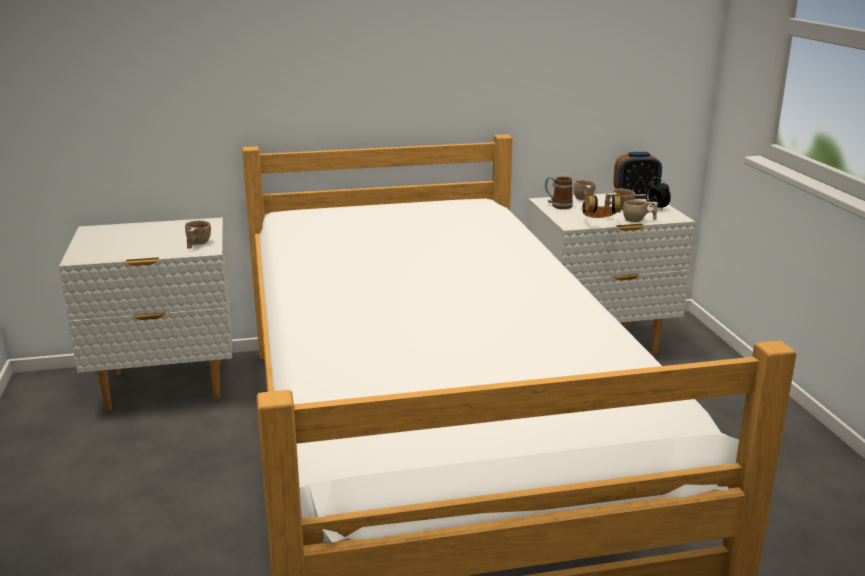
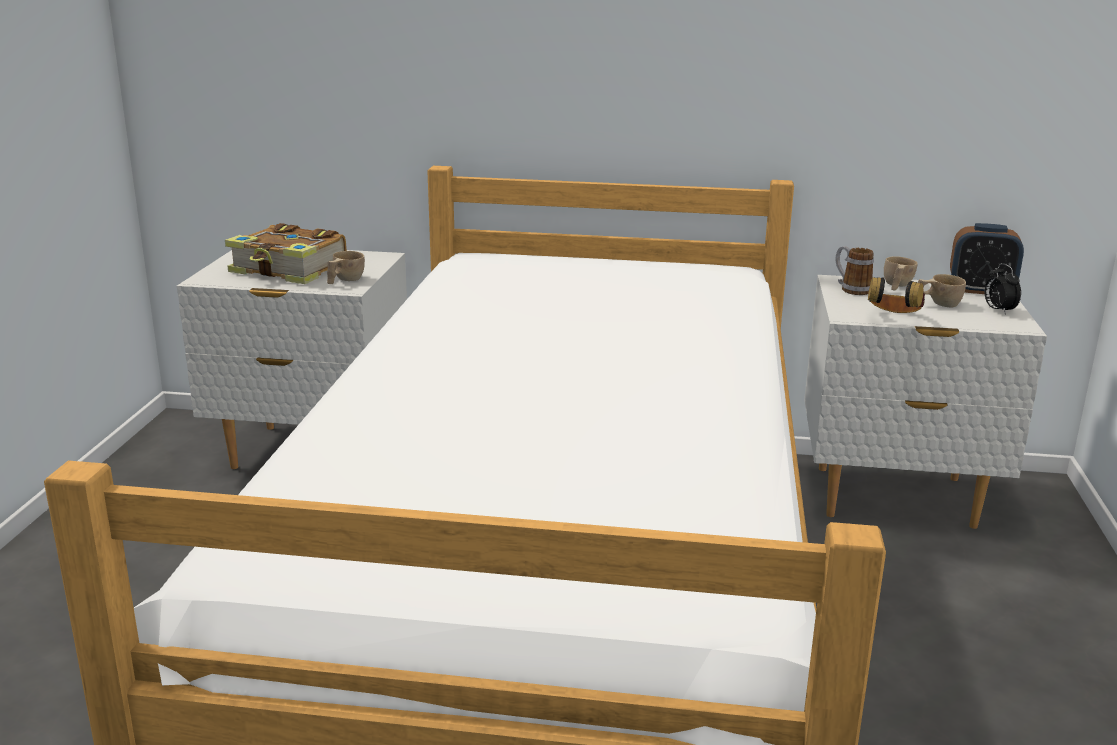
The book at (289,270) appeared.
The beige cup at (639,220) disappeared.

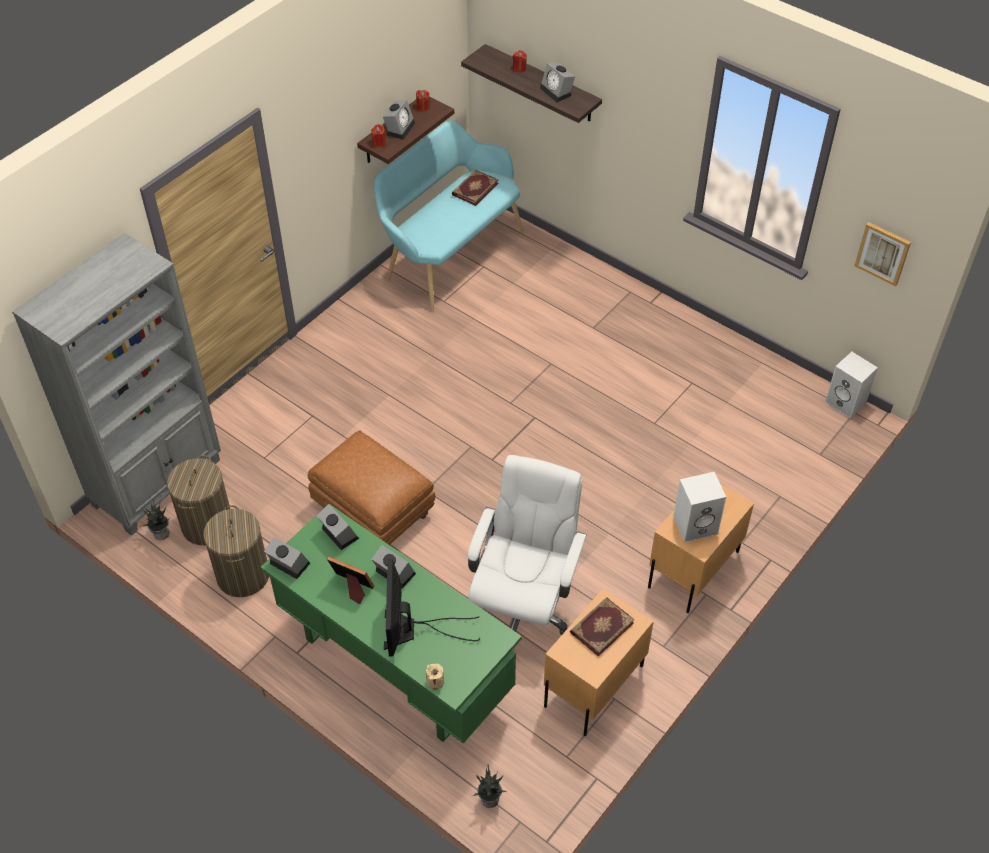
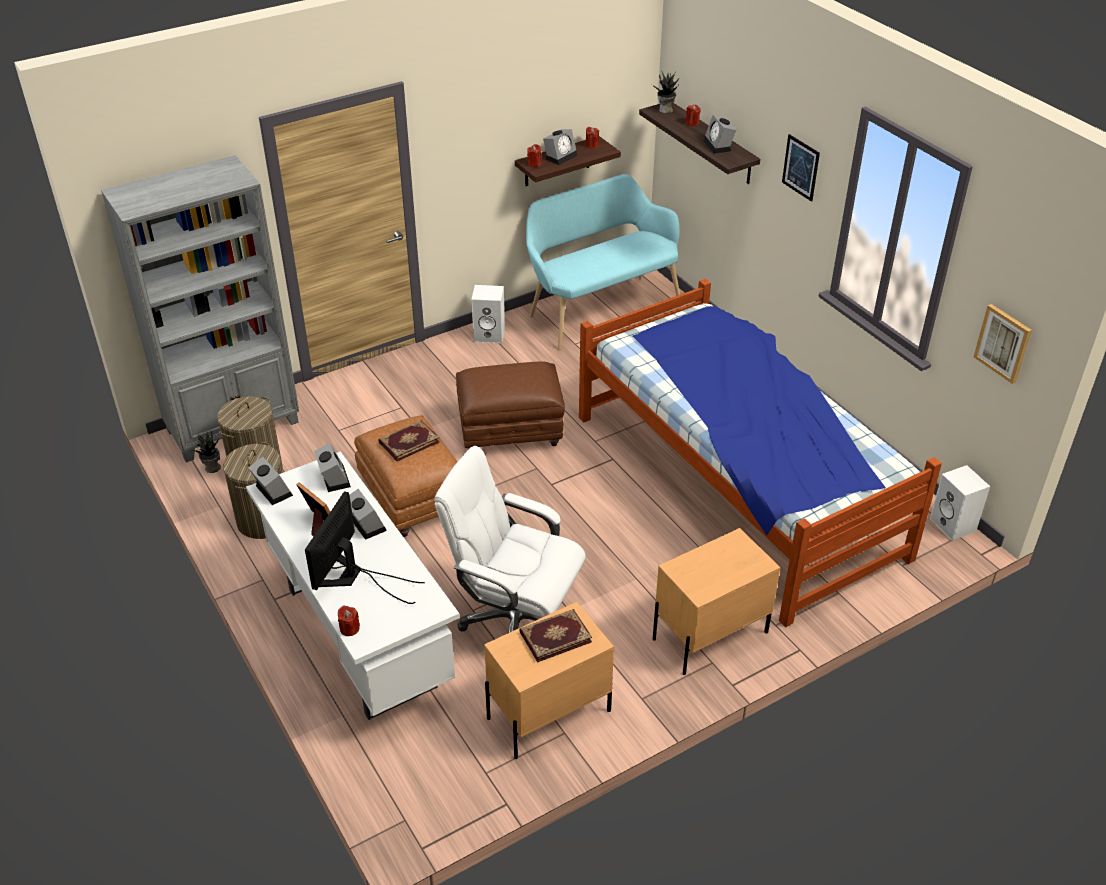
The green desk at (394,666) became the white desk at (359,637).
The beige candle at (435,681) became the red candle at (349,629).
The book moved from (474,189) to (408,442).
The white office chair at (523,605) turned 105 degrees counterclockwise.
The brown ottoman at (511,431) appeared.
The white speaker moved from (696,524) to (490,334).
The bed at (737,484) appeared.
The potted plant moved from (489,800) to (665,110).
The picture at (800,167) appeared.

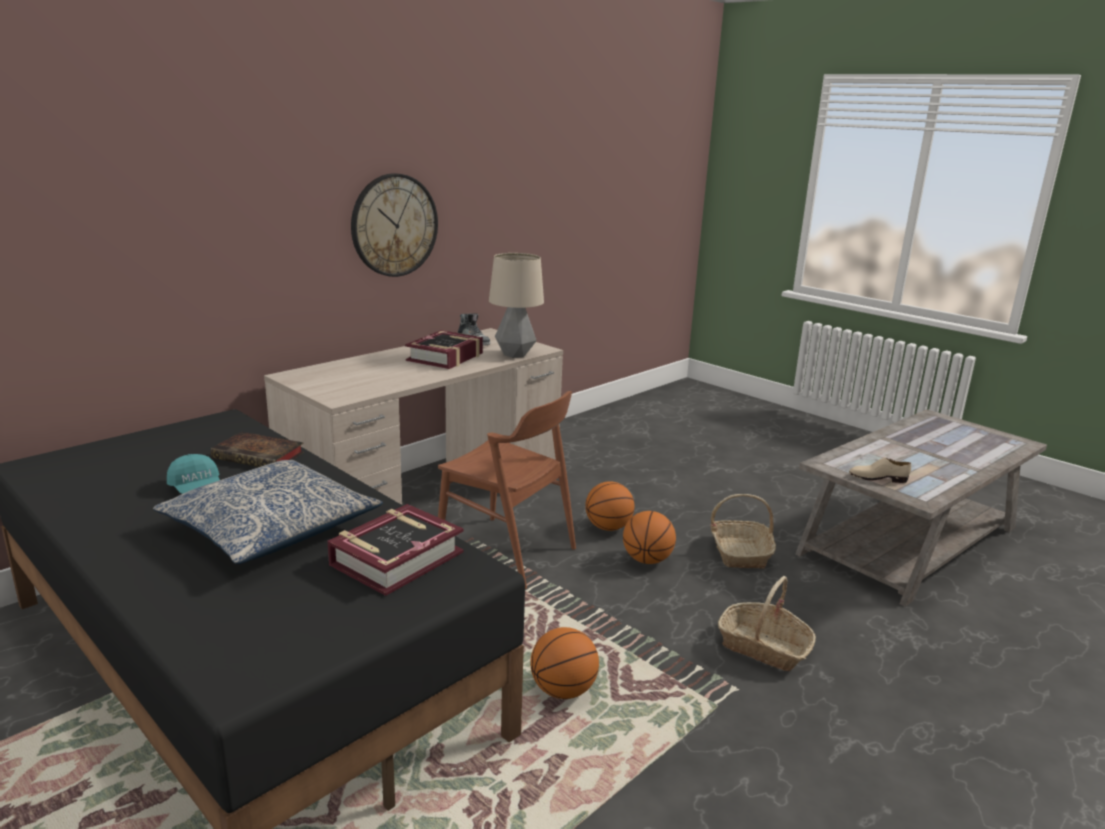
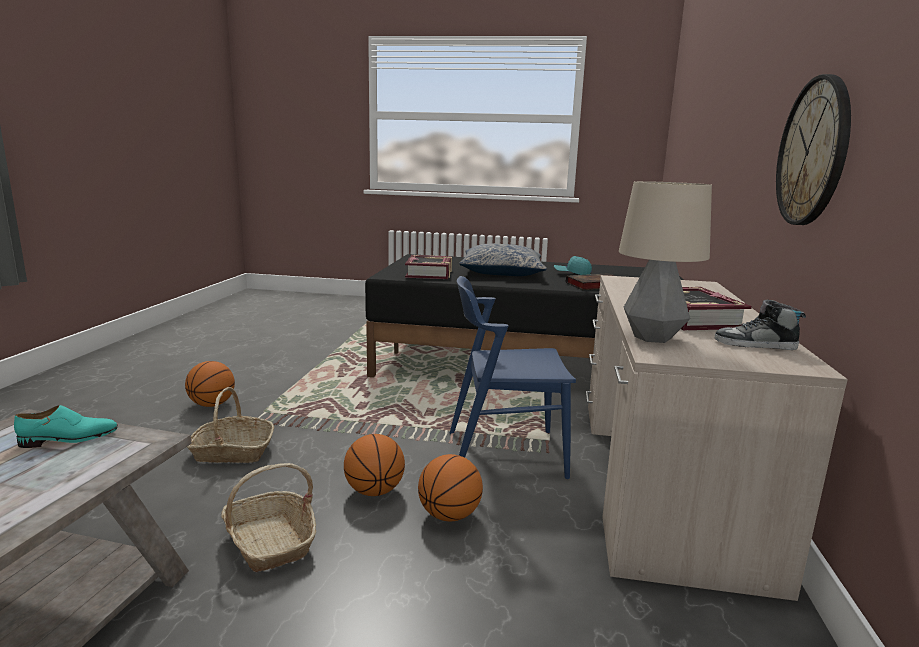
The beige shoe at (877,478) became the turquoise shoe at (69,439).
The basketball moved from (563,690) to (212,404).
The brown chair at (507,551) became the blue chair at (504,453).

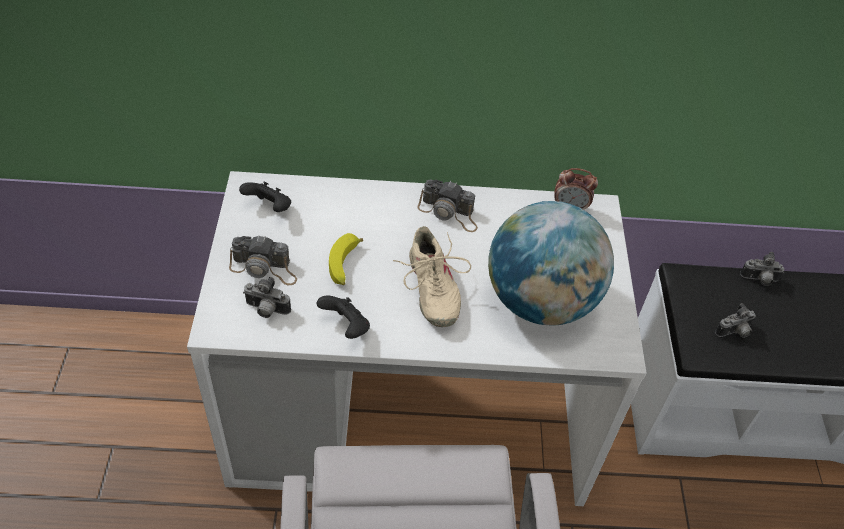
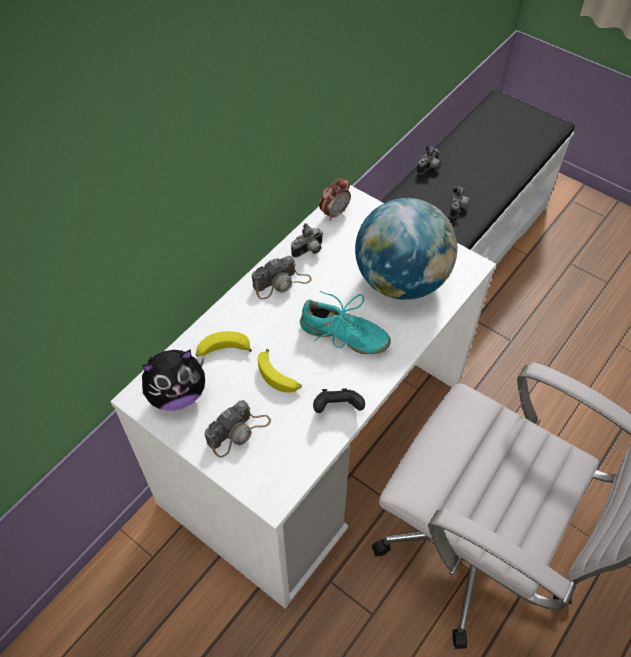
The black game controller at (269,208) was replaced by the plush toy at (177,394).
The banana at (222,351) appeared.
The photo camera moved from (266,310) to (309,251).
The beige shoe at (431,289) became the turquoise shoe at (343,336).

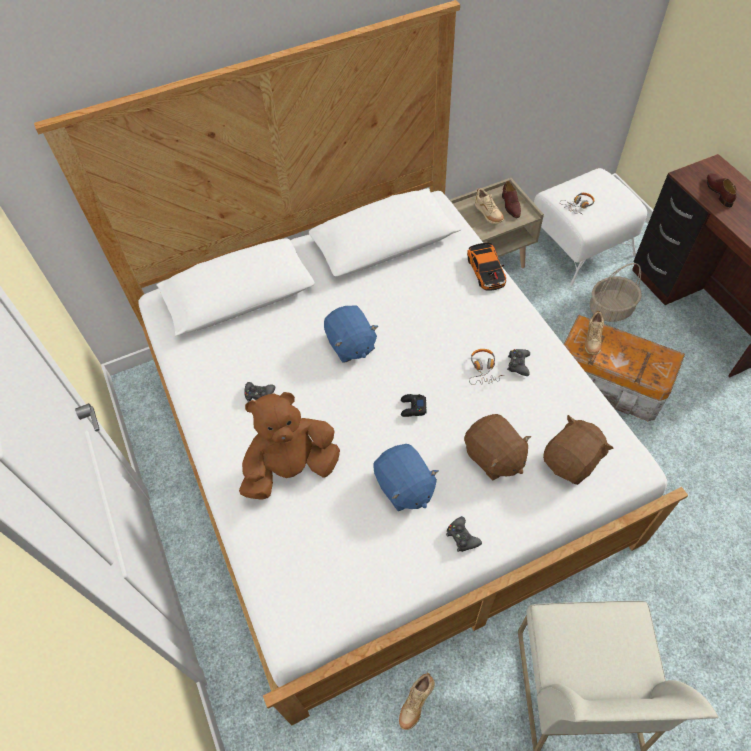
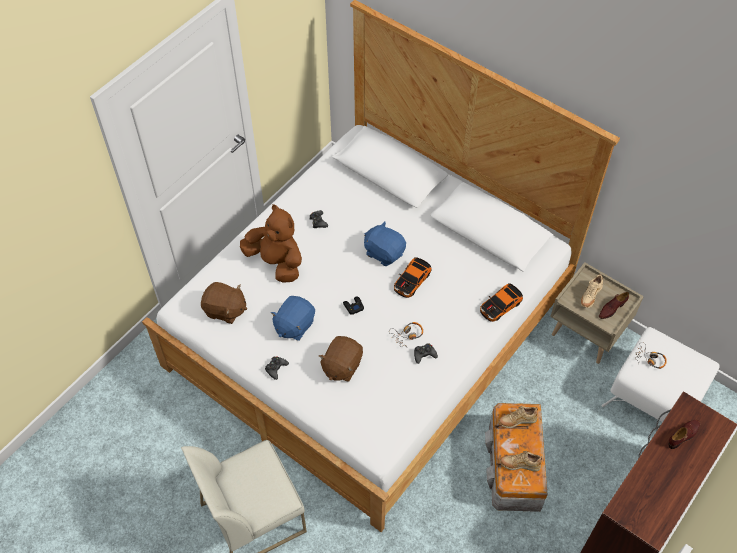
The brown plush toy moved from (572,461) to (225,310).
The blue plush toy at (350,345) turned 90 degrees clockwise.
The toy car at (412,280) appeared.
The beige shoe moved from (416,703) to (519,465).
The basket at (610,309) disappeared.

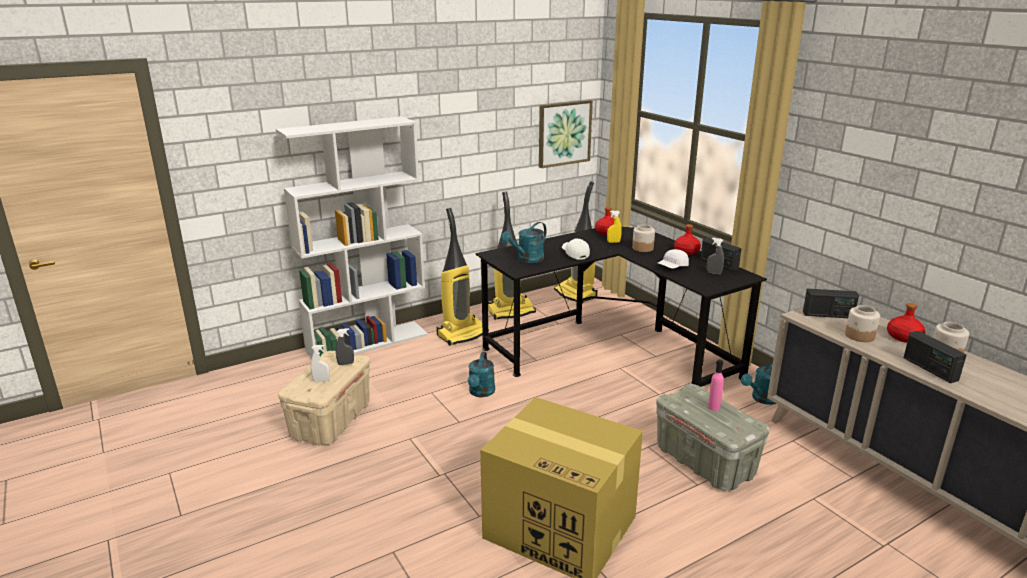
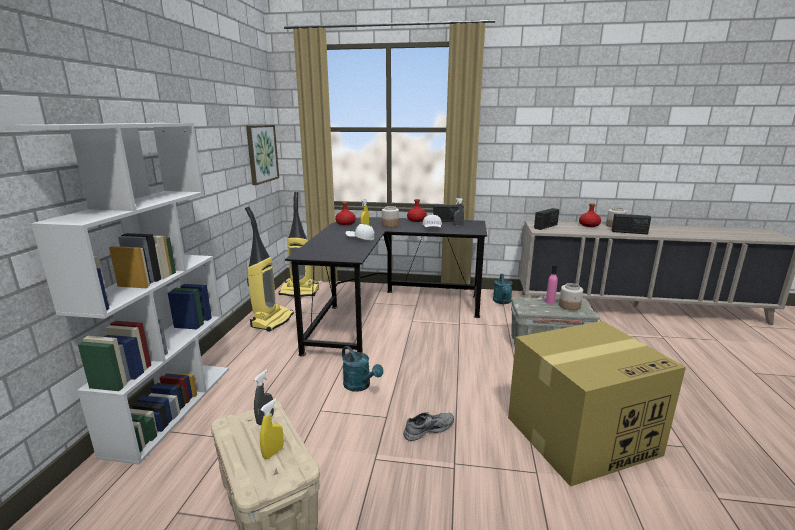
The white spray bottle at (321,381) became the yellow spray bottle at (273,452).
The grey shoe at (428,429) appeared.
The jar moved from (859,336) to (570,306).
The vacuum cleaner at (462,334) disappeared.
The turquoise watering can at (527,259) disappeared.

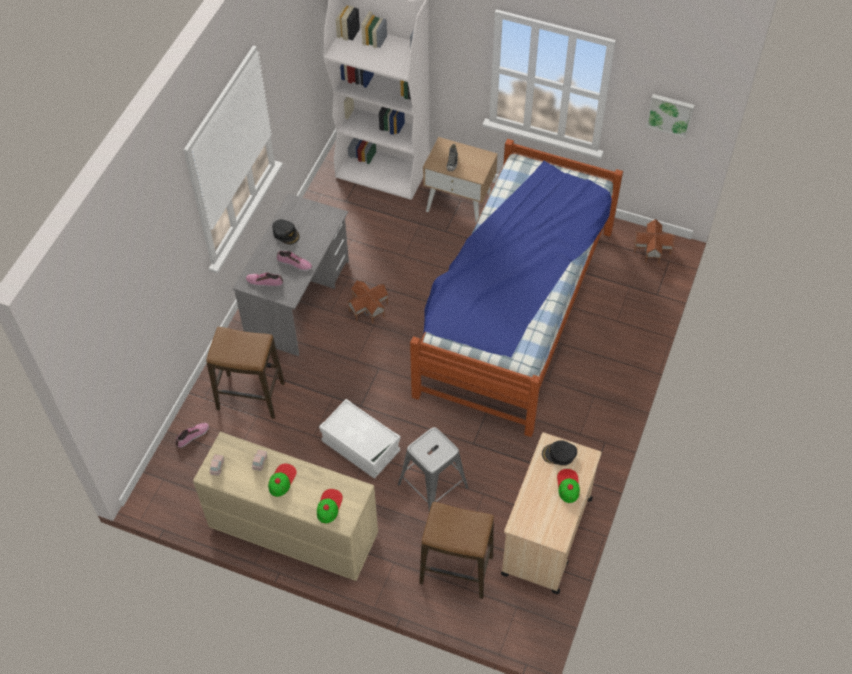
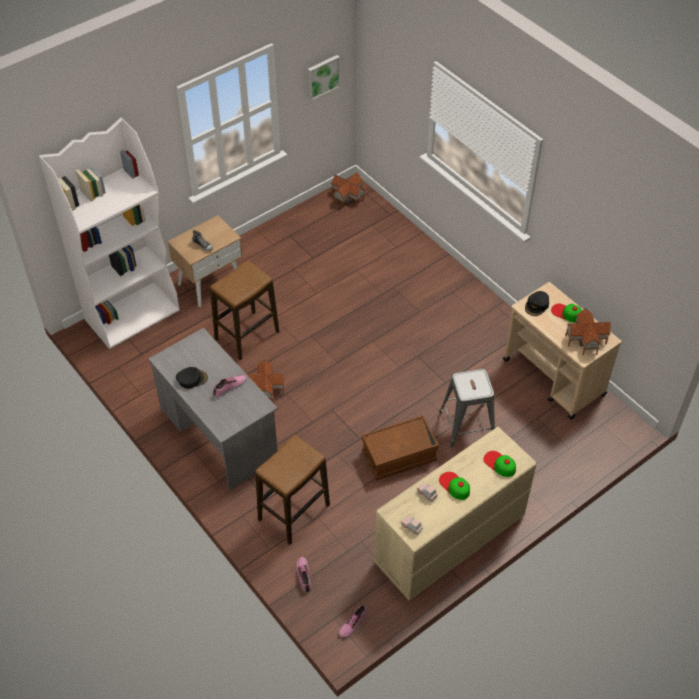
The stool moved from (456,570) to (247,336).
The shoe moved from (264,281) to (353,623).
The white storage box at (361,446) became the brown storage box at (399,456).
The toy house at (585,340) appeared.
The bed at (514,310) disappeared.

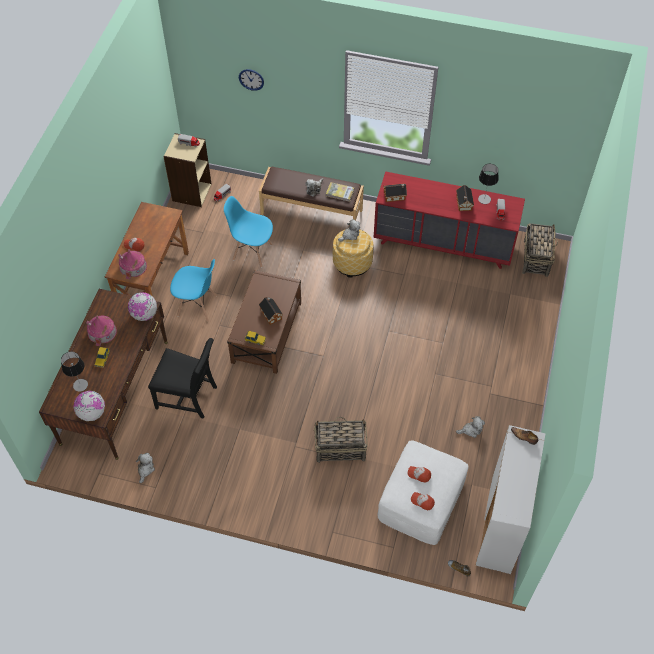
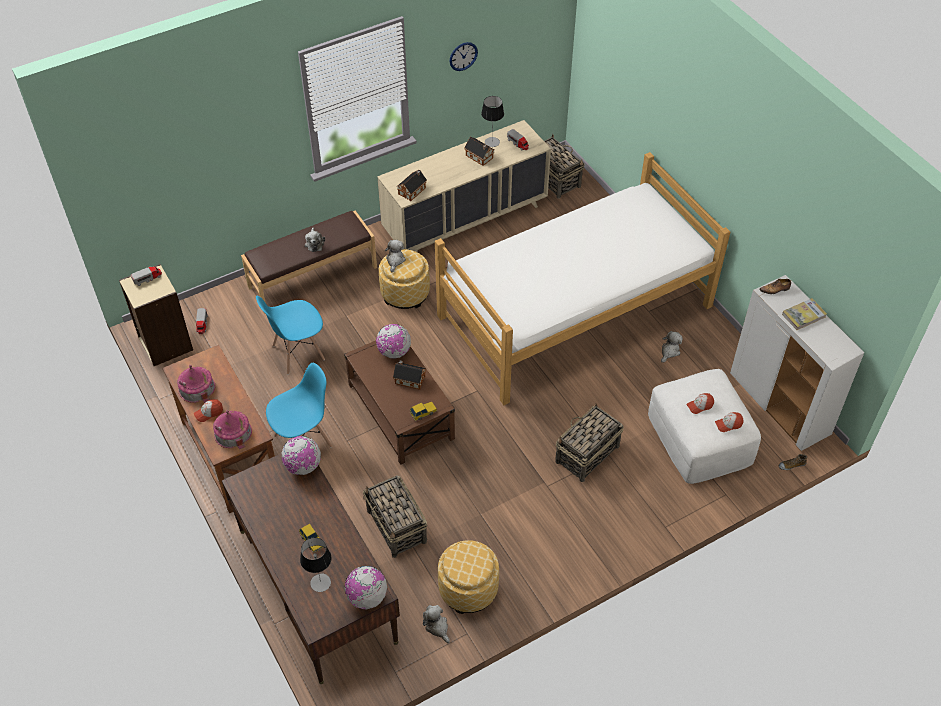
The toy house moved from (102,332) to (196,388).
The black chair at (188,396) was replaced by the basket at (397,527).
The globe at (394,352) appeared.
The red dresser at (444,243) became the beige dresser at (465,220).
The bed at (575,311) appeared.
The ottoman at (468,589) appeared.
The wall clock moved from (251,79) to (463,56).
The book moved from (340,193) to (803,315).

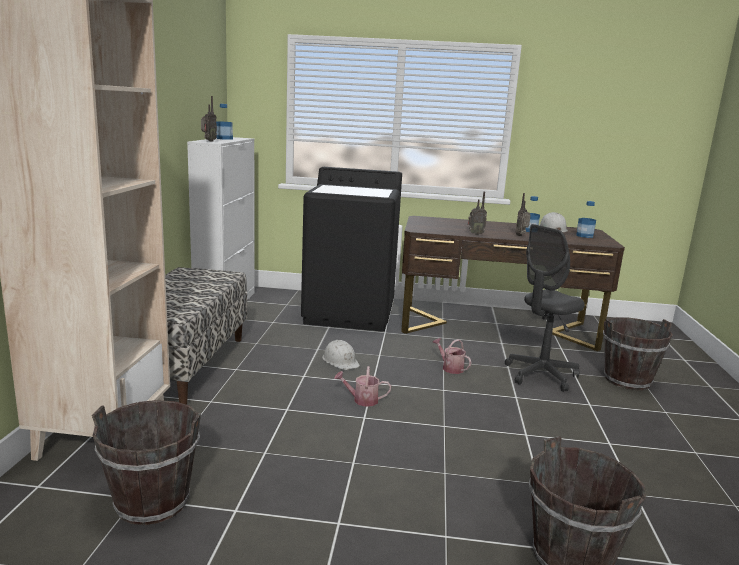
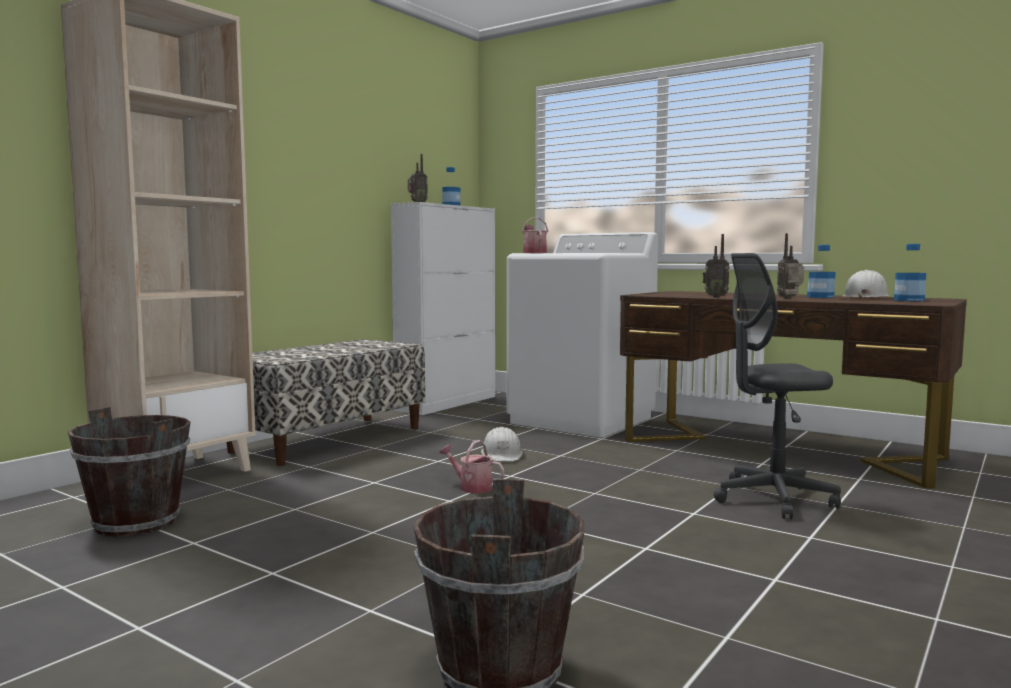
The black washing machine at (350,314) became the white washing machine at (582,420).
The watering can moved from (450,368) to (534,253).
The brown bucket at (627,380) disappeared.

